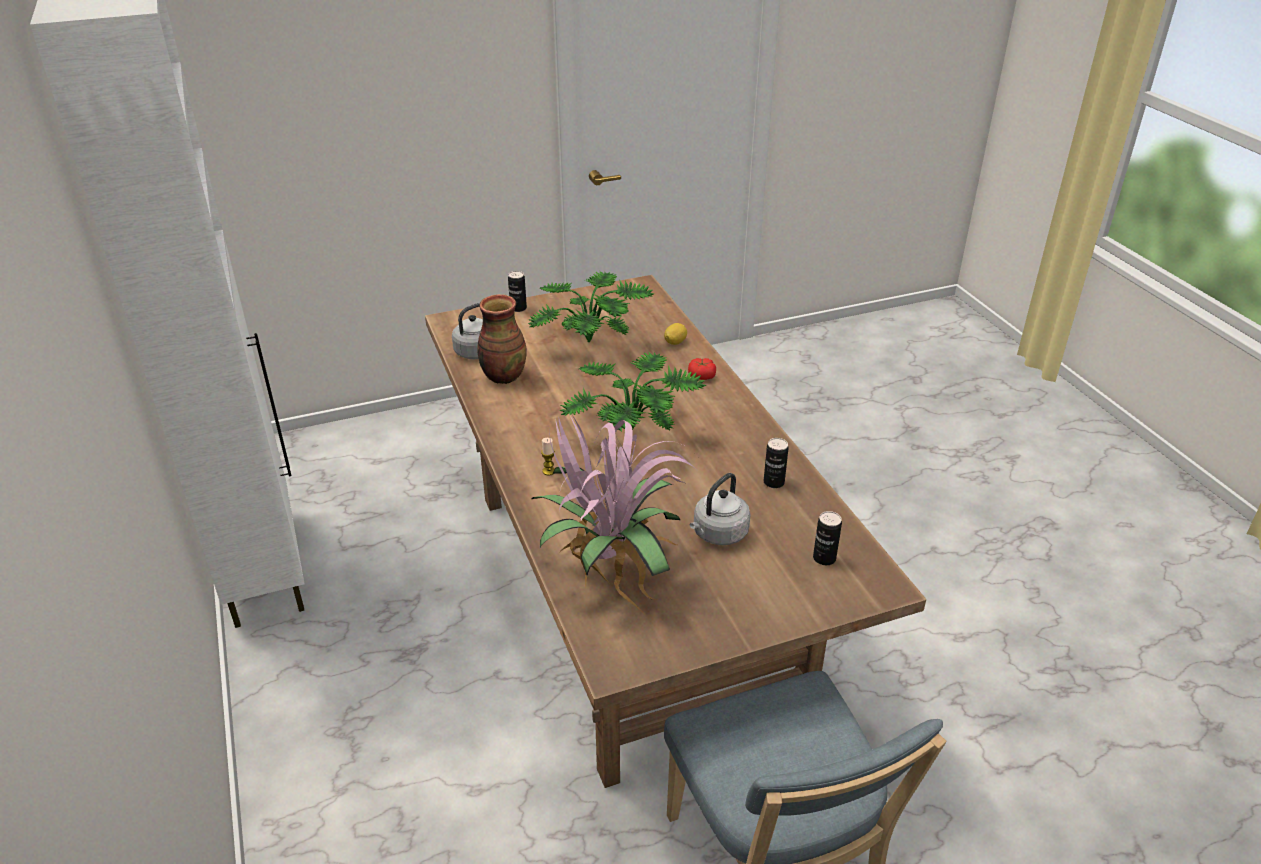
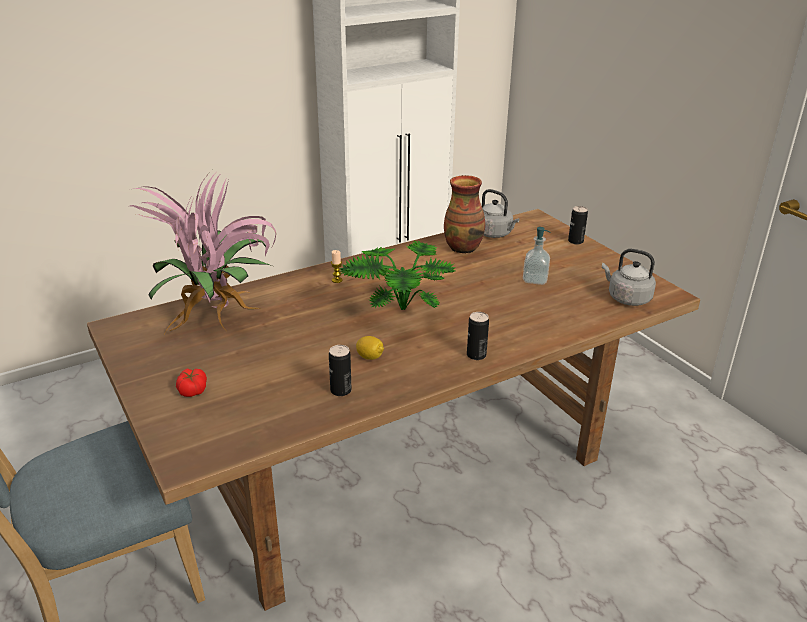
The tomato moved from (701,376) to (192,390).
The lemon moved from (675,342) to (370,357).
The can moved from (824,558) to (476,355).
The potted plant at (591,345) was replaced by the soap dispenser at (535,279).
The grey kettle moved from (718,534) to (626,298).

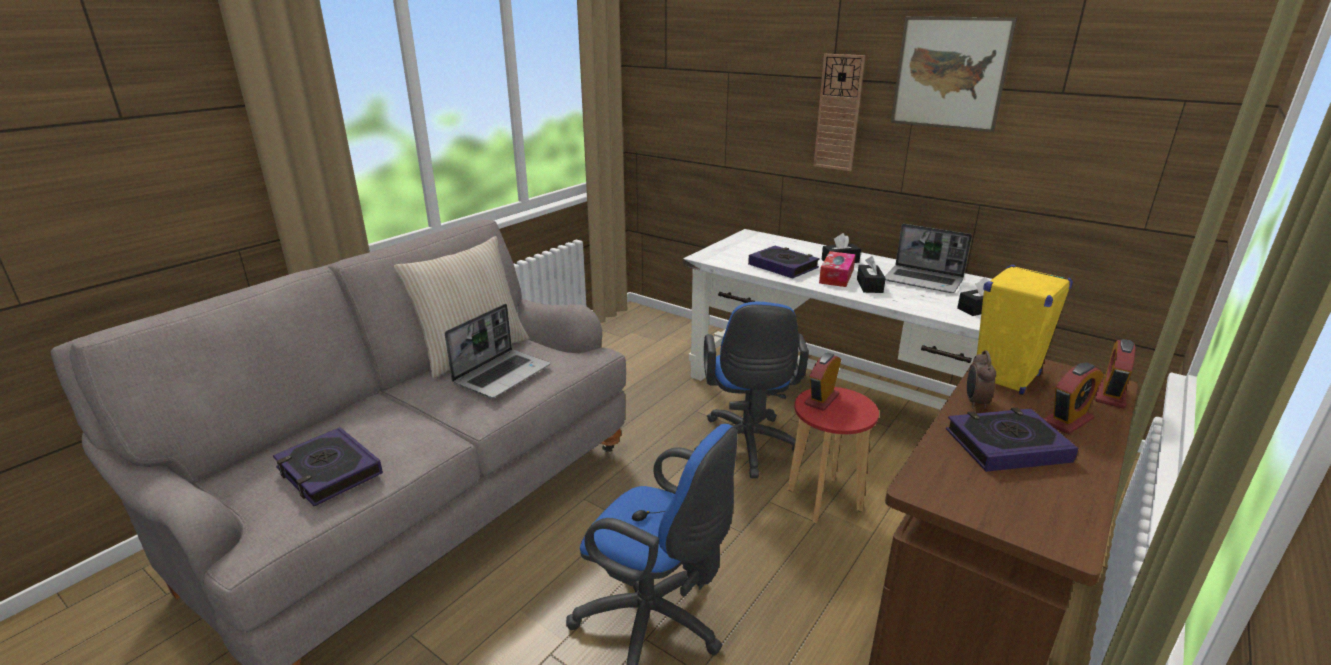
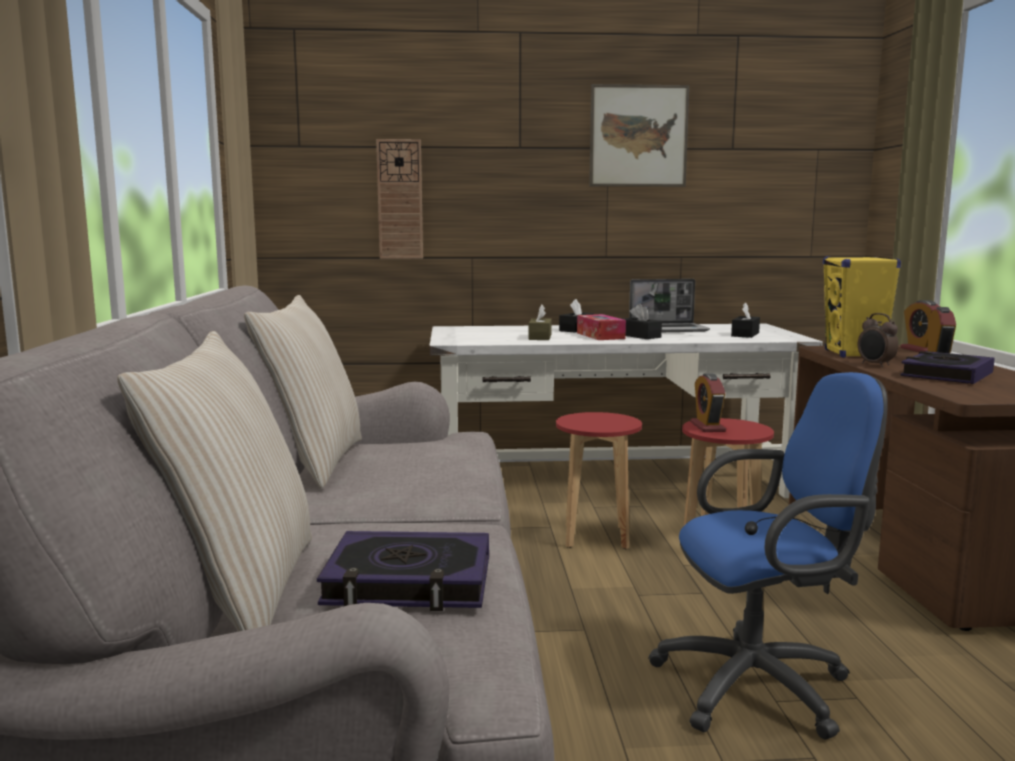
The beige pillow at (239,591) appeared.
The wall clock moved from (838,113) to (400,199).
The book at (783,266) was replaced by the brown tissue box at (540,337).
The blue office chair at (747,448) was replaced by the red stool at (596,537).
The laptop at (502,374) disappeared.

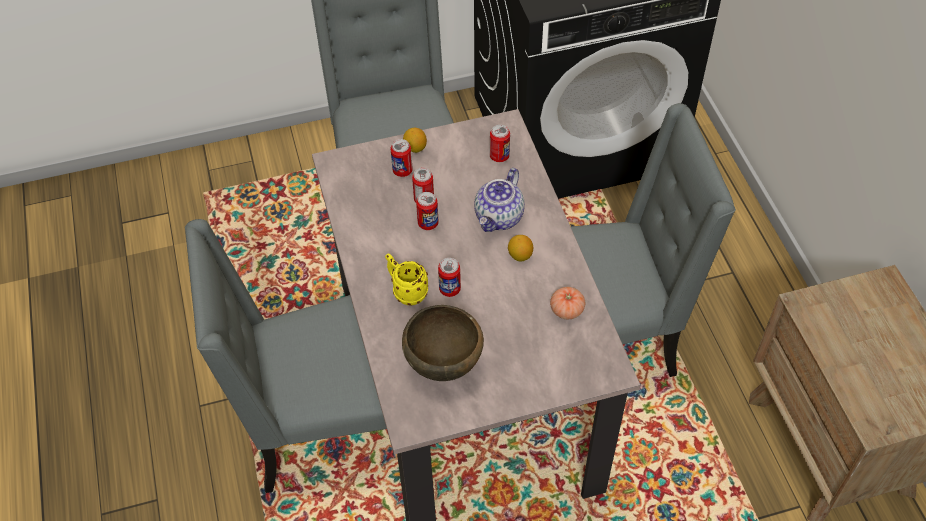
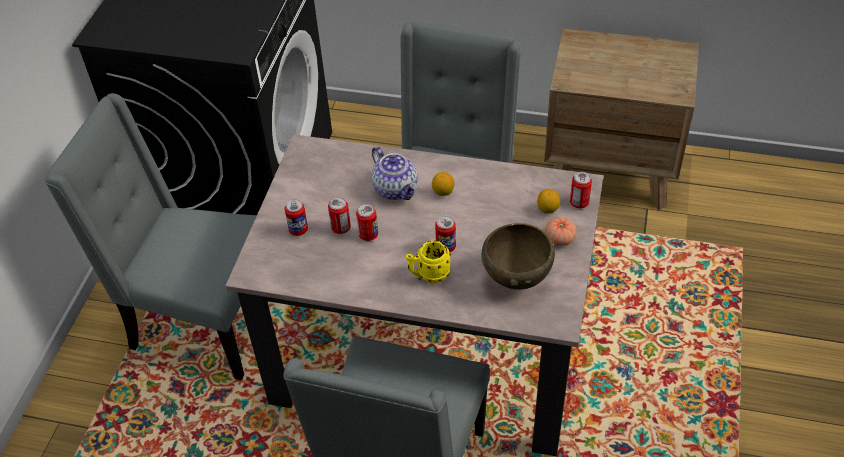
The lemon moved from (415,148) to (548,209).
The tomato moved from (566,310) to (559,238).
The can moved from (499,156) to (579,203).

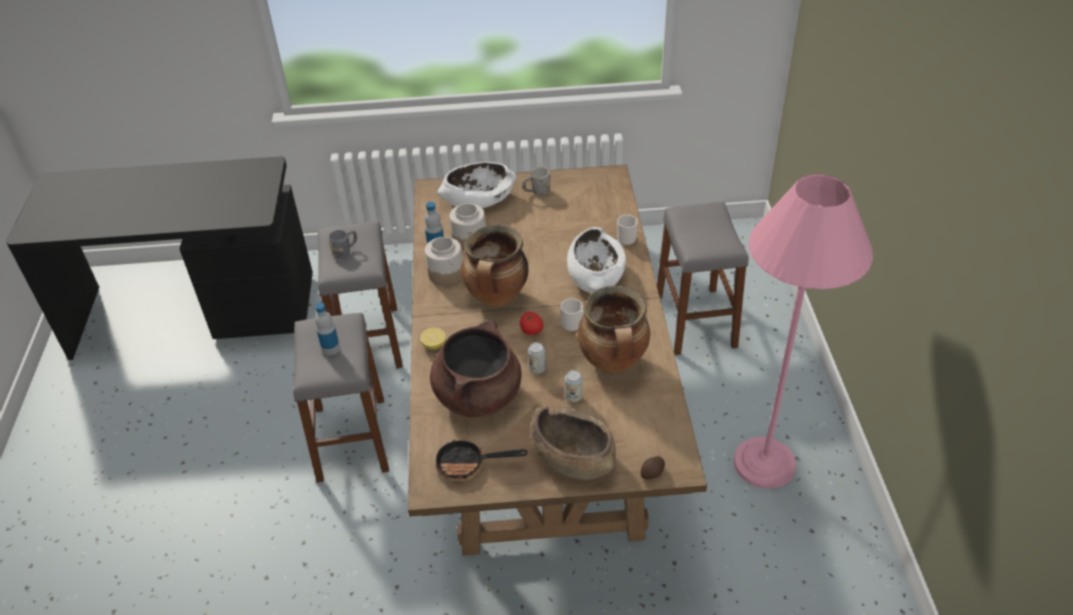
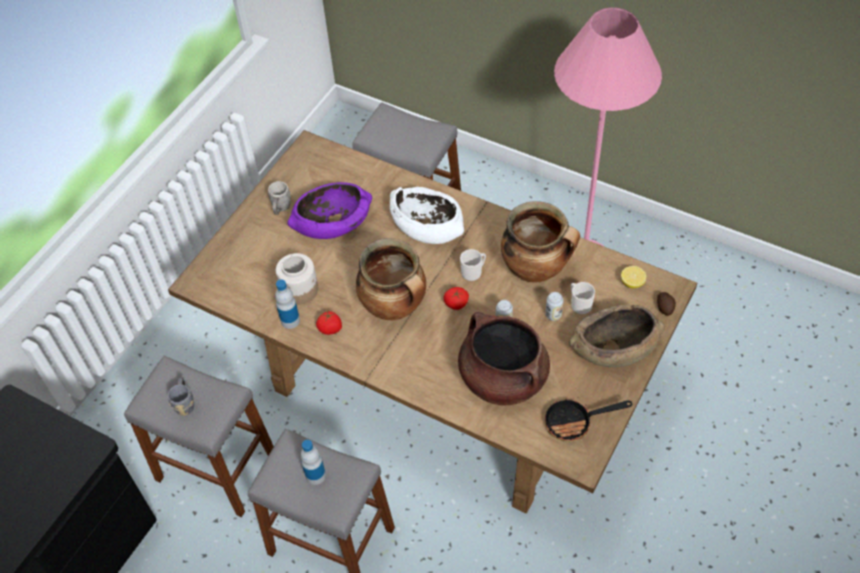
The purple bowl at (332,223) appeared.
The jar at (446,273) was replaced by the tomato at (330,329).
The frying pan at (468,465) turned 45 degrees clockwise.
The mug moved from (627,238) to (579,305).
The lemon moved from (434,345) to (632,283).
The white bowl at (478,199) disappeared.

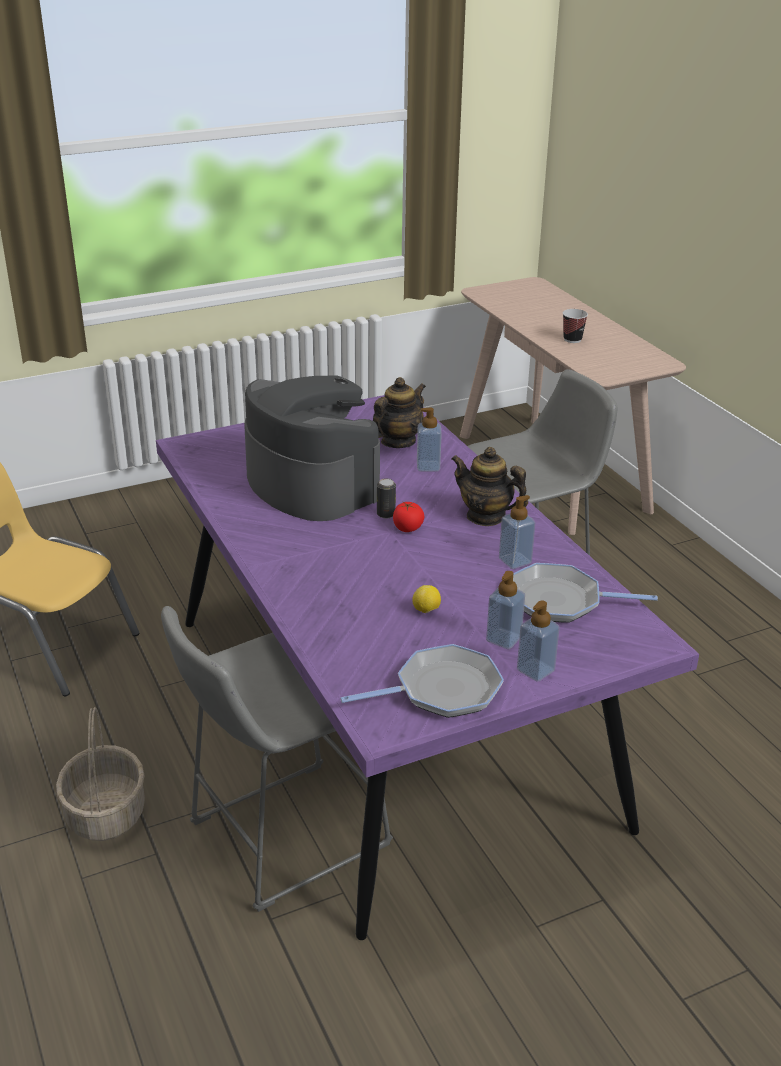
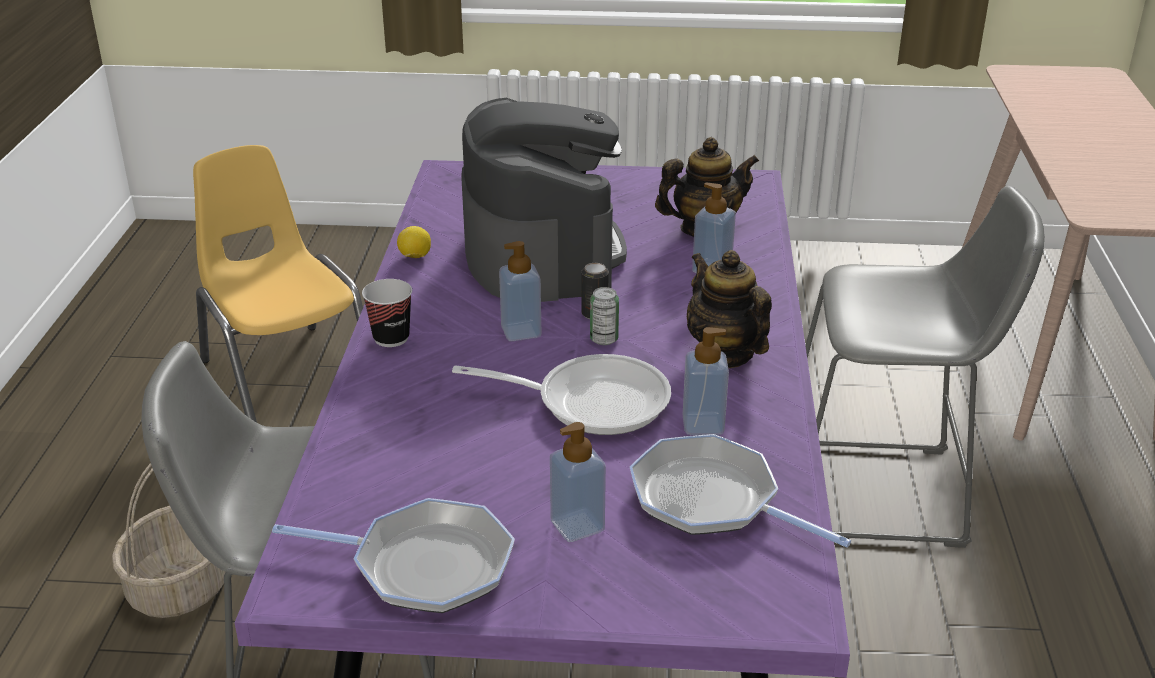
The cup moved from (572,339) to (391,338).
The lemon moved from (426,611) to (415,257).
The frying pan at (591,401) appeared.
The soap dispenser moved from (535,670) to (521,331).
The tomato at (407,528) was replaced by the can at (604,339).

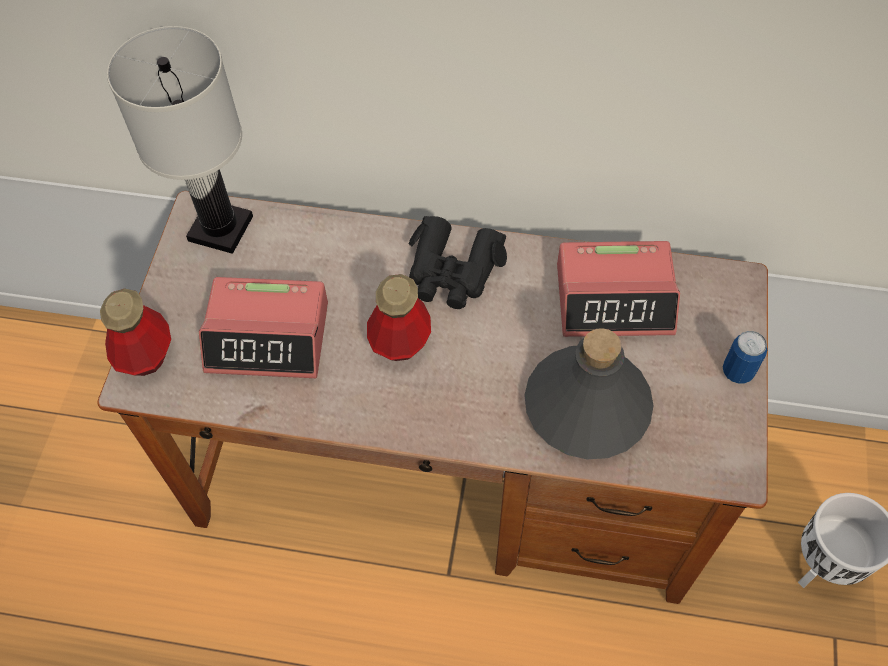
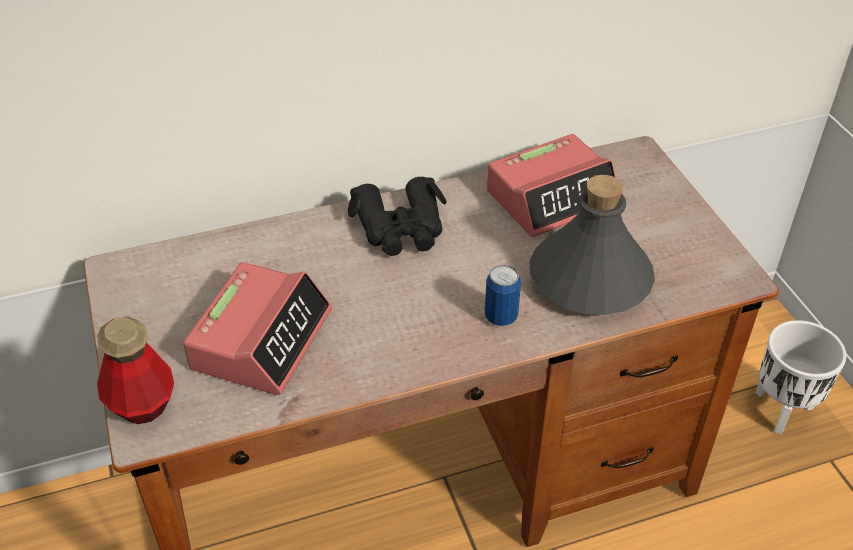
The alarm clock at (269,336) turned 45 degrees counterclockwise.
The can moved from (737,371) to (501,317).
The white table lamp at (222,228) disappeared.
The bottle at (400,341) disappeared.

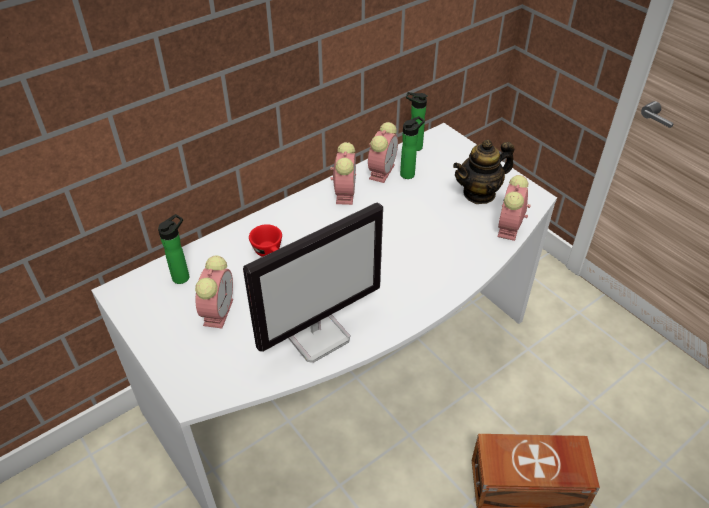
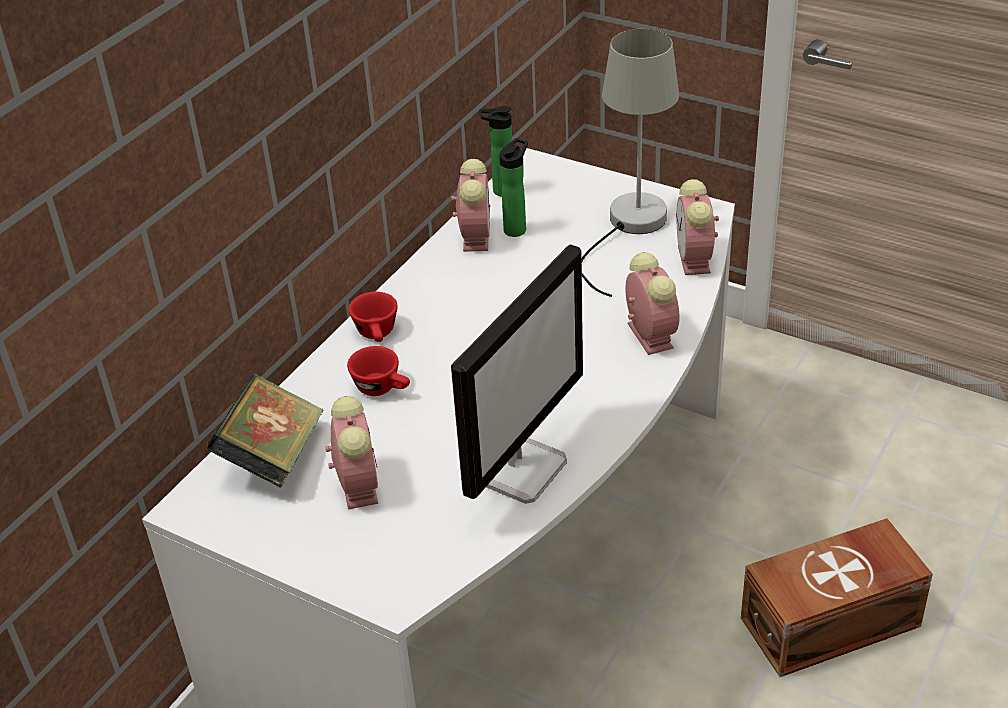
The bottle at (183,276) was replaced by the book at (273,457).
The red cup at (377,334) appeared.
The teapot at (479,193) was replaced by the grey table lamp at (629,227).
The alarm clock moved from (344,192) to (648,334).

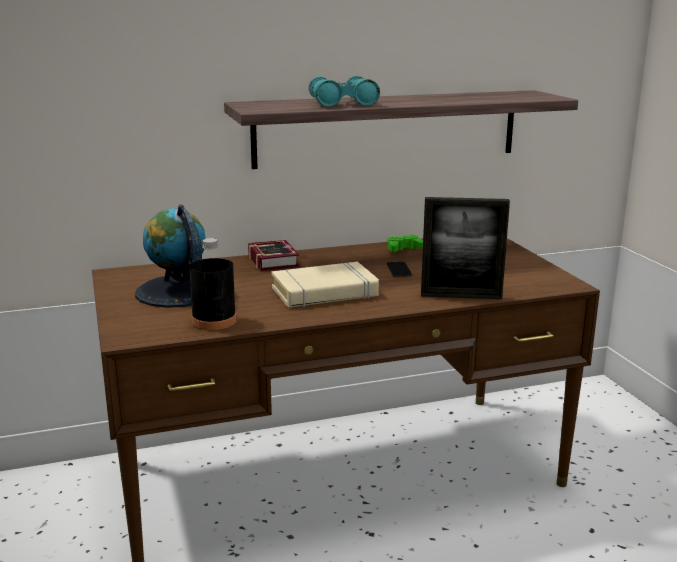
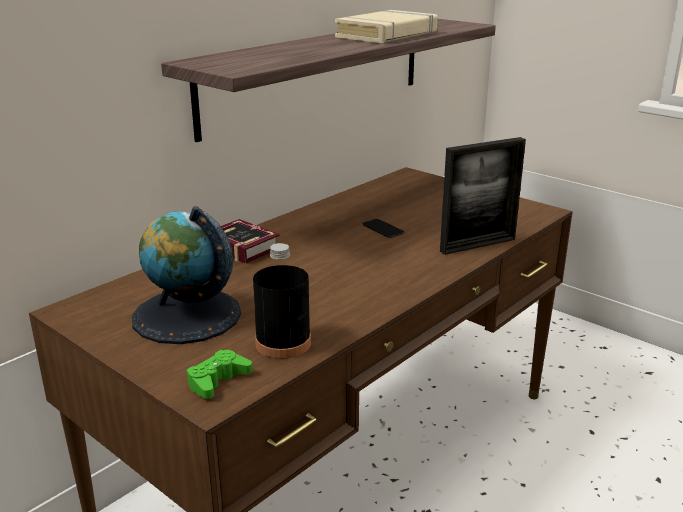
The green game controller moved from (404,248) to (217,380).
The beige book moved from (325,292) to (387,35).
The turquoise binoculars at (342,103) disappeared.

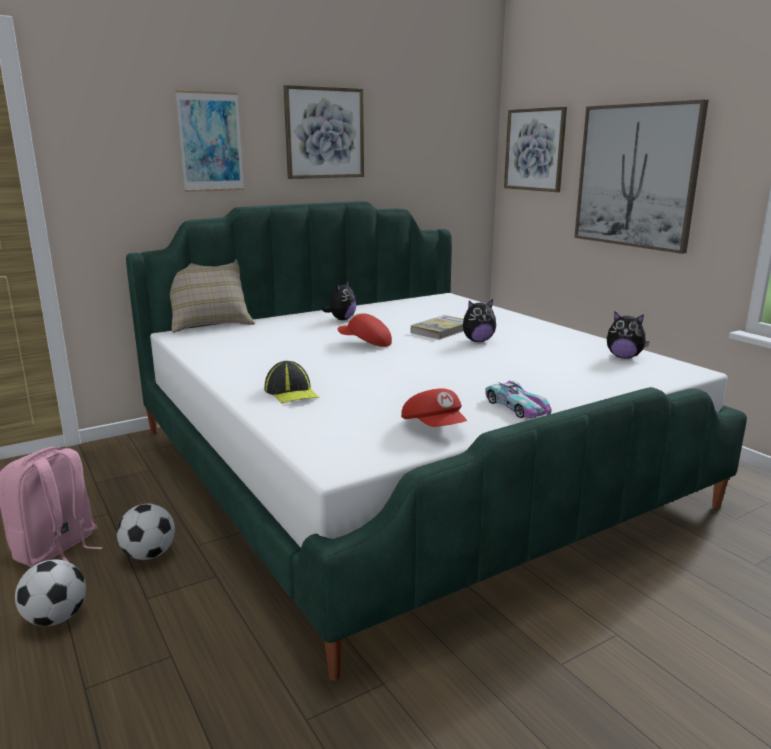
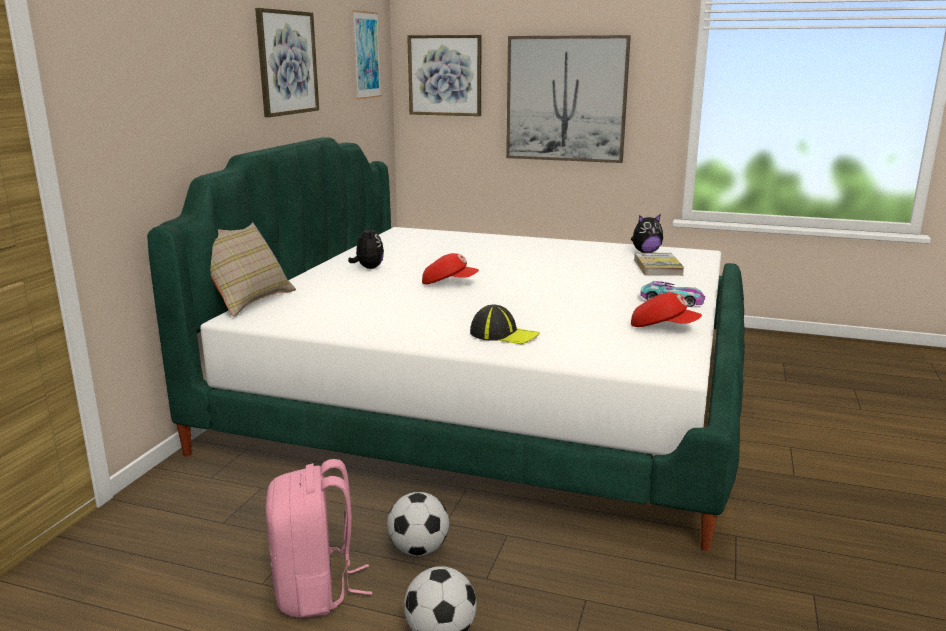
The picture moved from (210,142) to (366,55).
The red cap at (365,343) turned 150 degrees counterclockwise.
The book moved from (442,330) to (658,267).
The plush toy at (477,341) disappeared.

